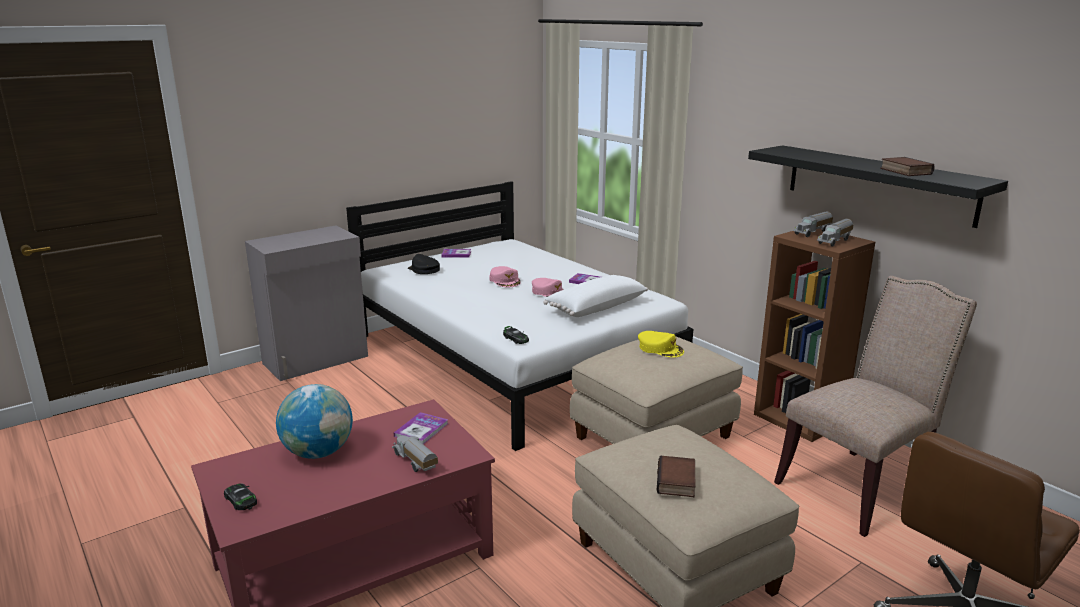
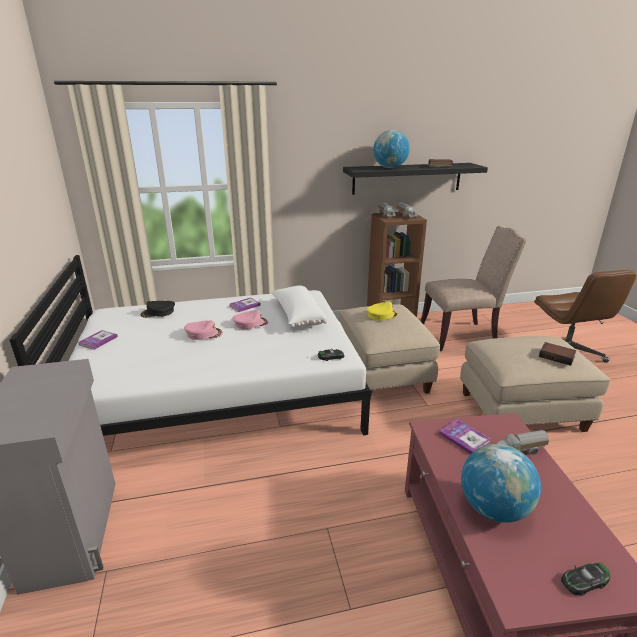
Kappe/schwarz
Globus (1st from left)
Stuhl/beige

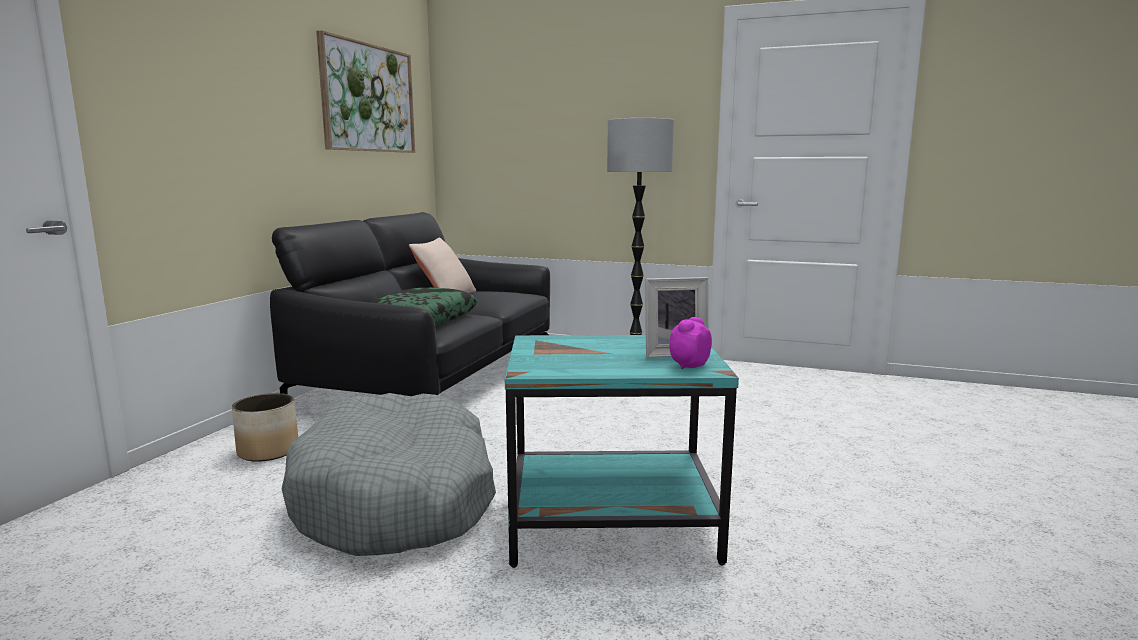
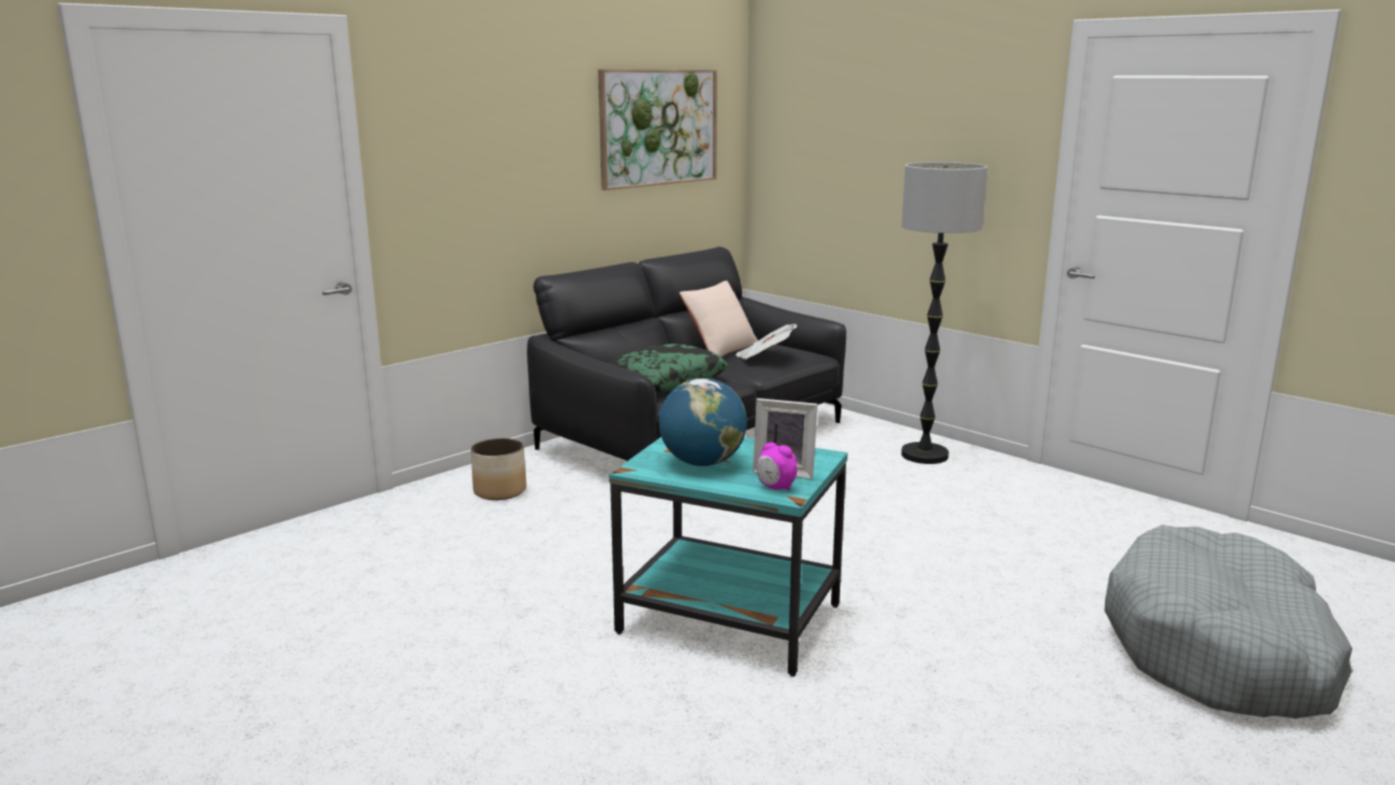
Globus
Zeitung
Wecker
Hundebett/grau

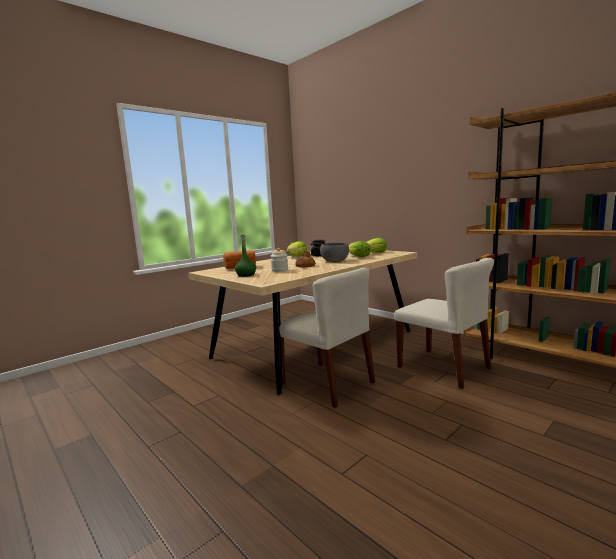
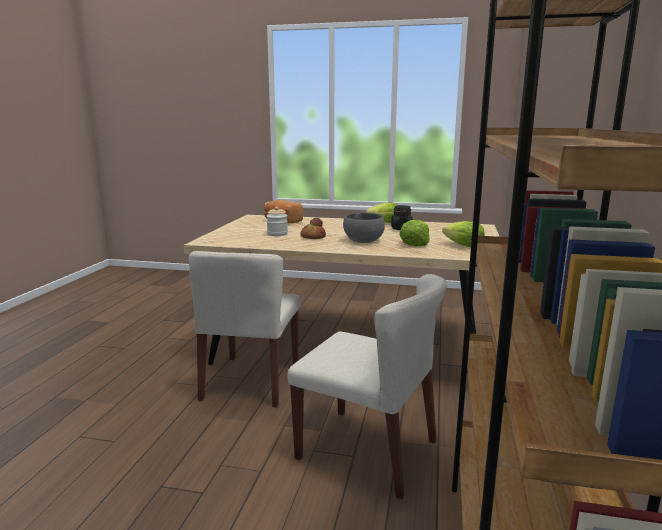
Stuhl/beige (2nd from left)
Flasche/grün

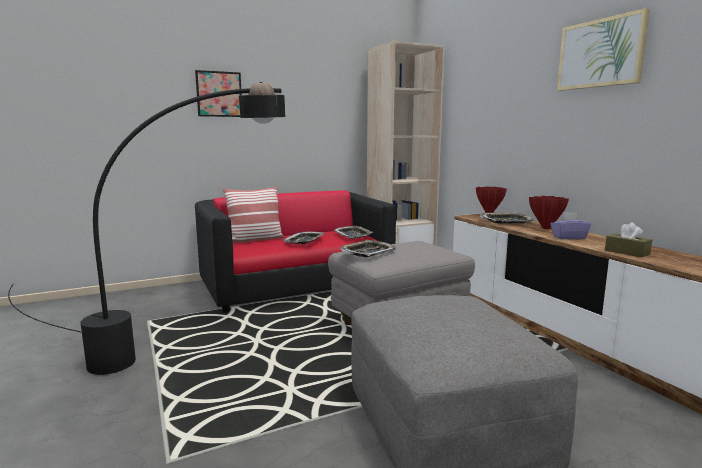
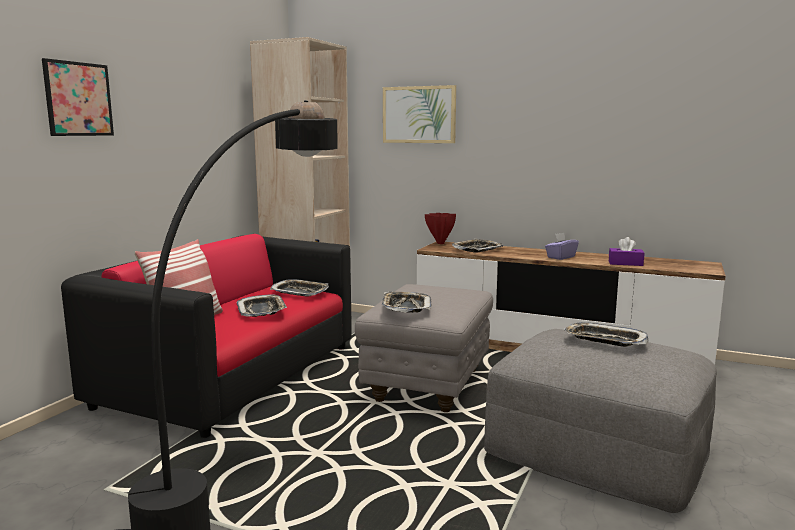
Bild (2nd from left)
Tablett (5th from left)
Taschentuchbox/lila (2nd from left)
Vase/rot (2nd from left in the first image)

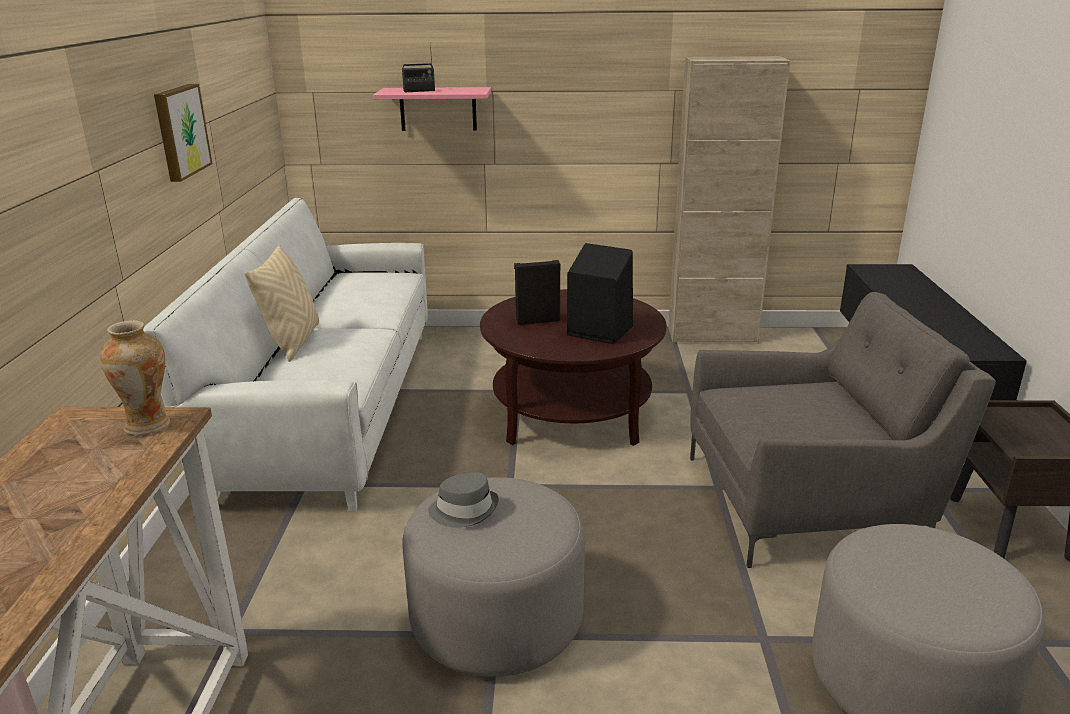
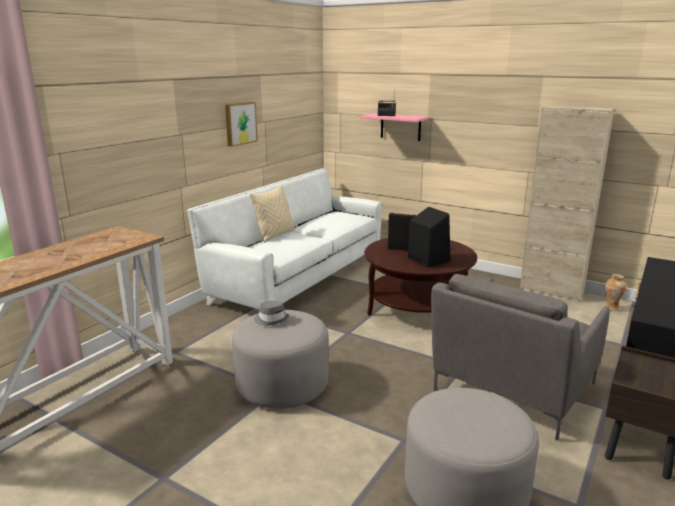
Sessel/grau
Vase

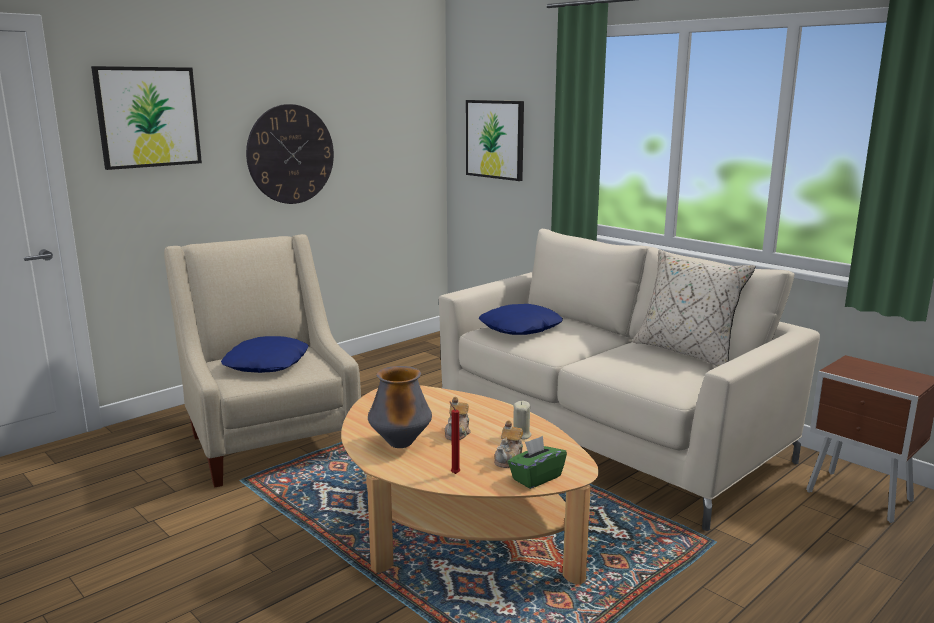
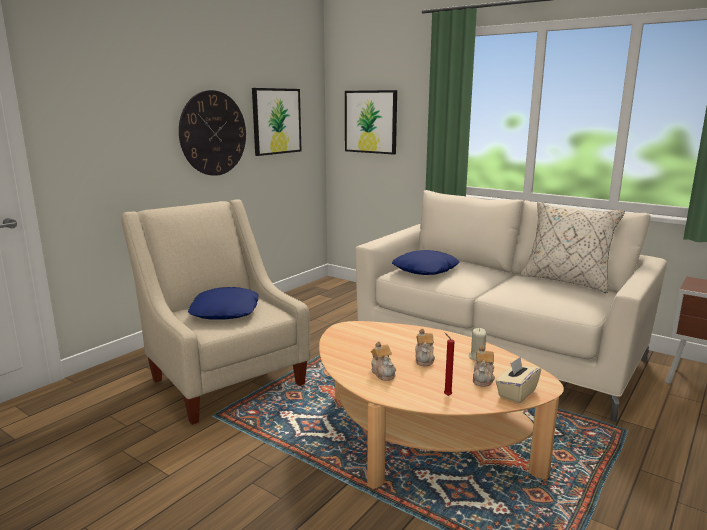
Bild (1st from left)
Teekanne (1st from left)
Taschentuchbox/beige

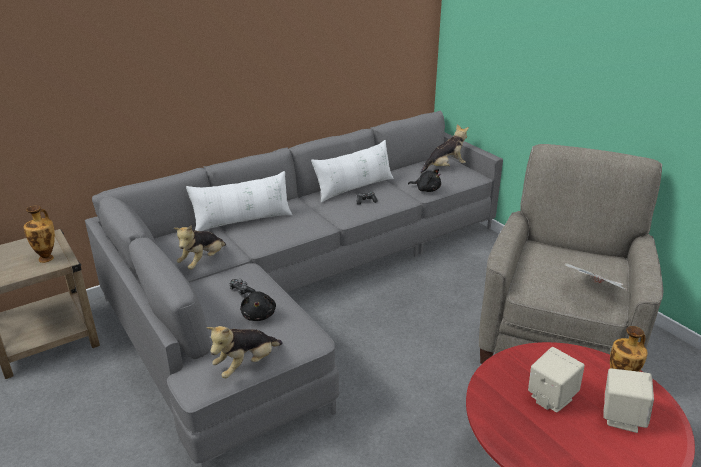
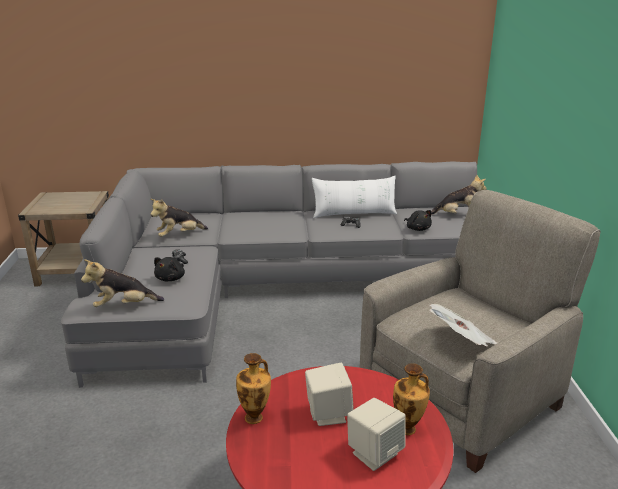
Vase (1st from left)
Kissen/weiß (1st from left in the first image)

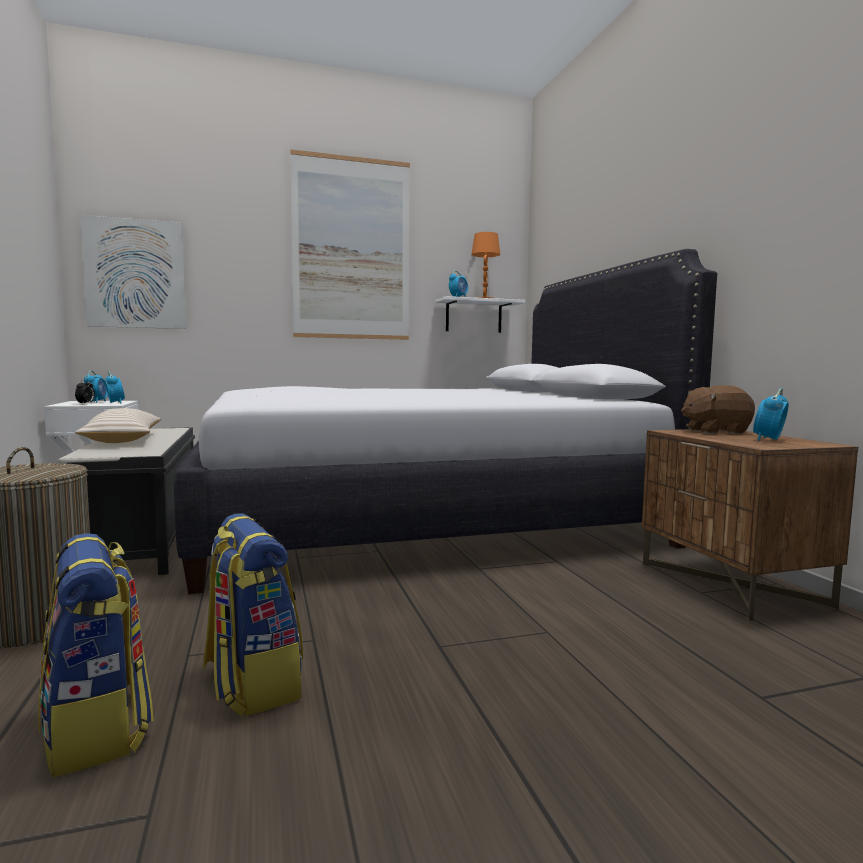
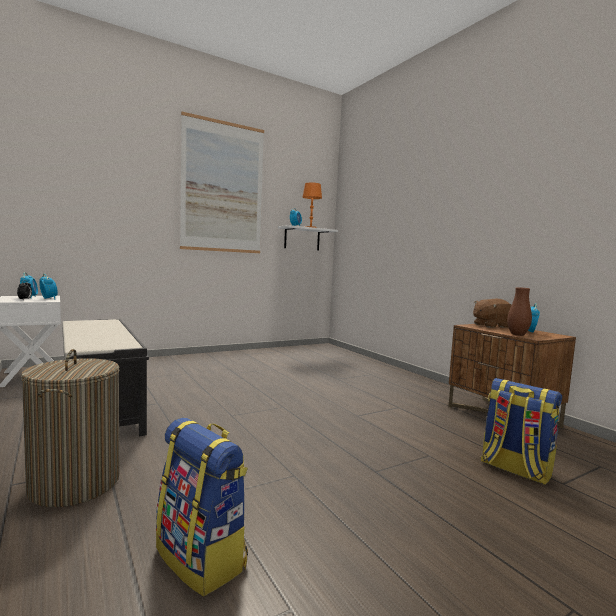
Rucksack (2nd from left)
Vase/braun
Kissen/beige
Bild (1st from left in the first image)
Bett/weiß

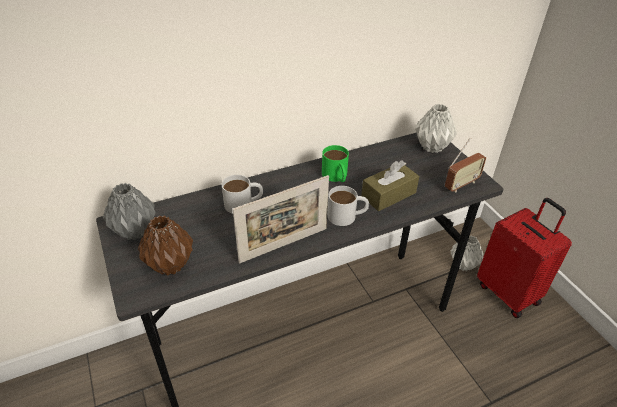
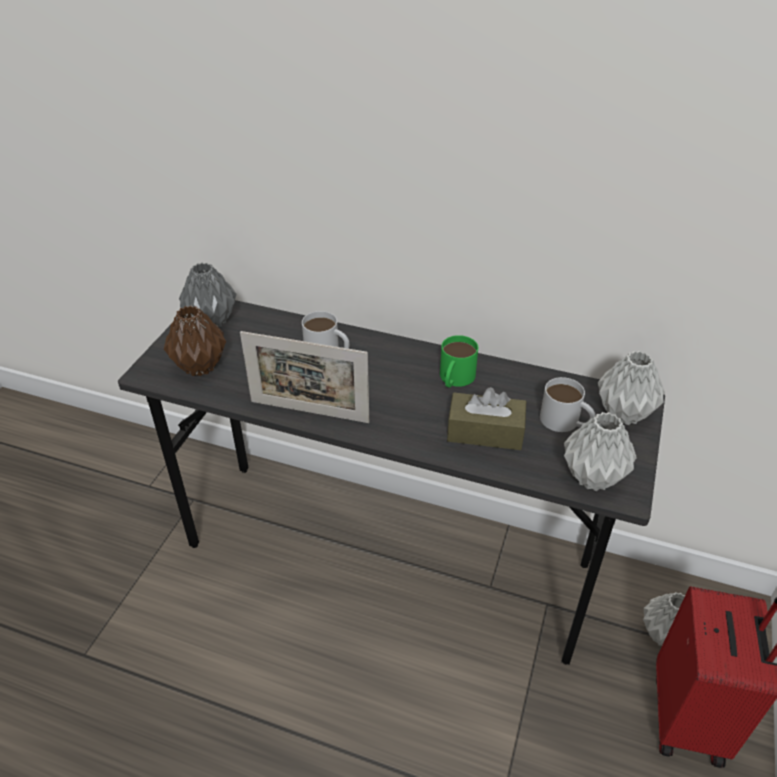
Henkelbecher/weiß (2nd from left)
Vase/grau (2nd from left)

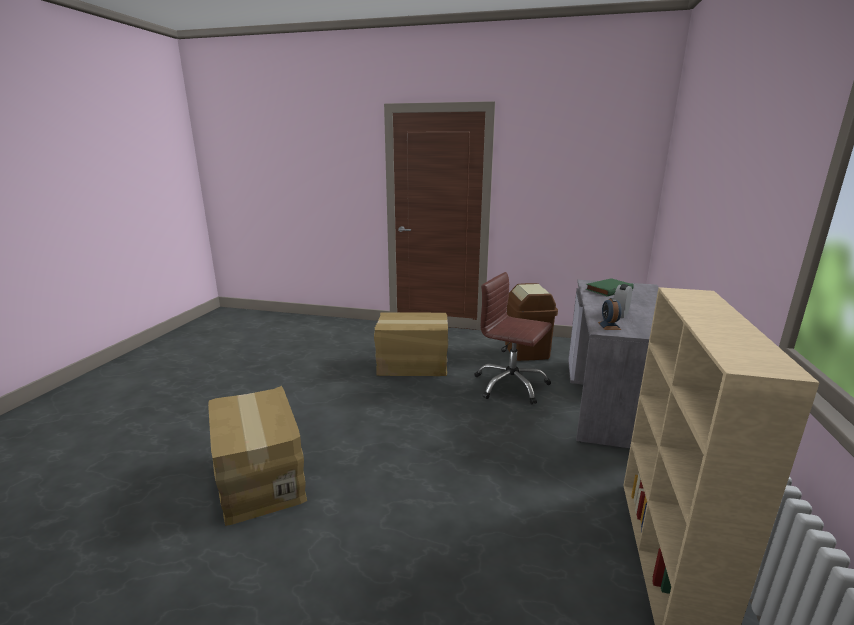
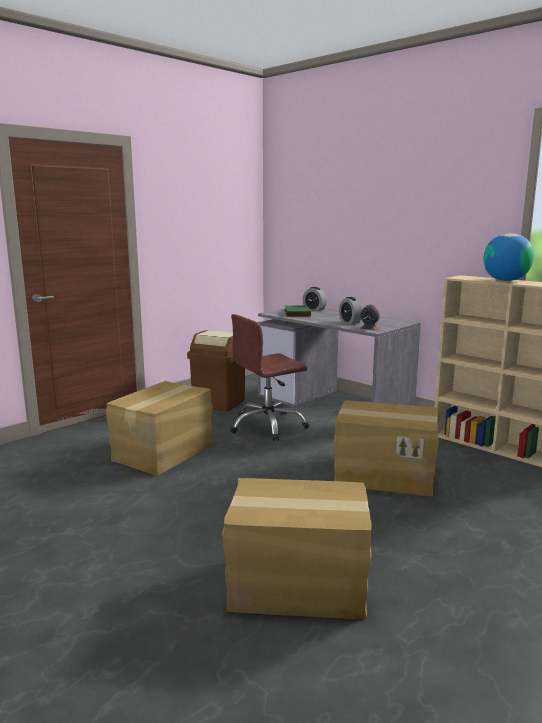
Wecker (1st from left)
Karton (3rd from left)
Globus

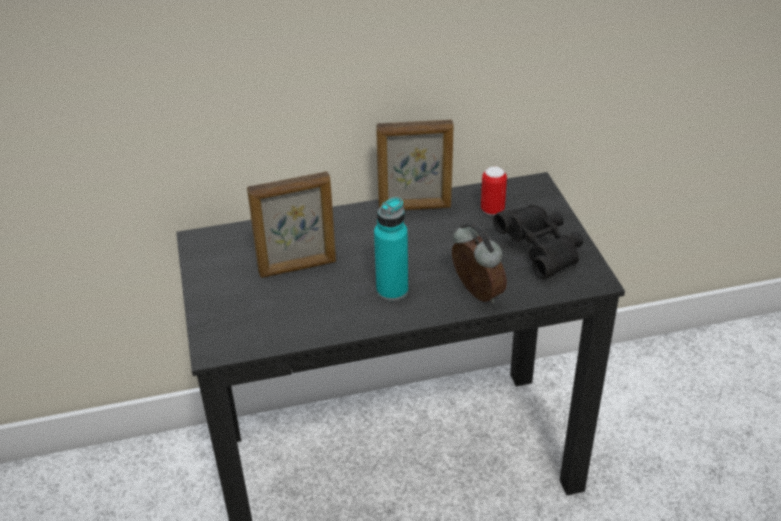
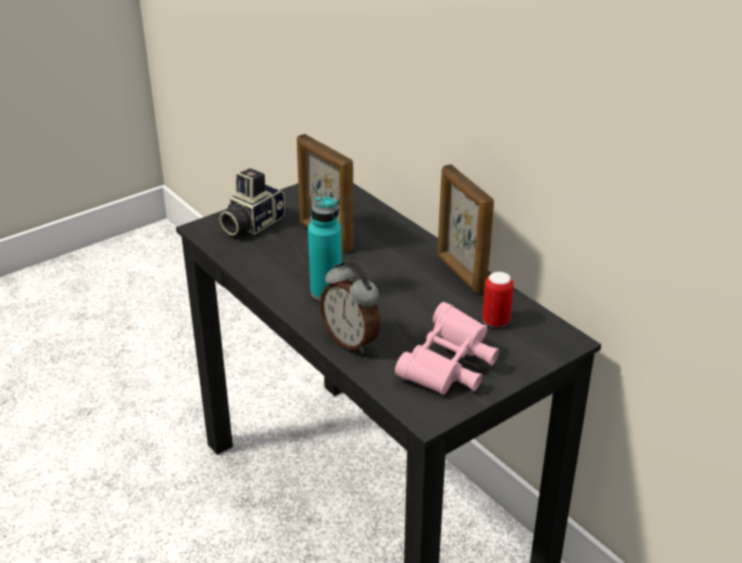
Kamera
Wecker
Fernglas/rosa

